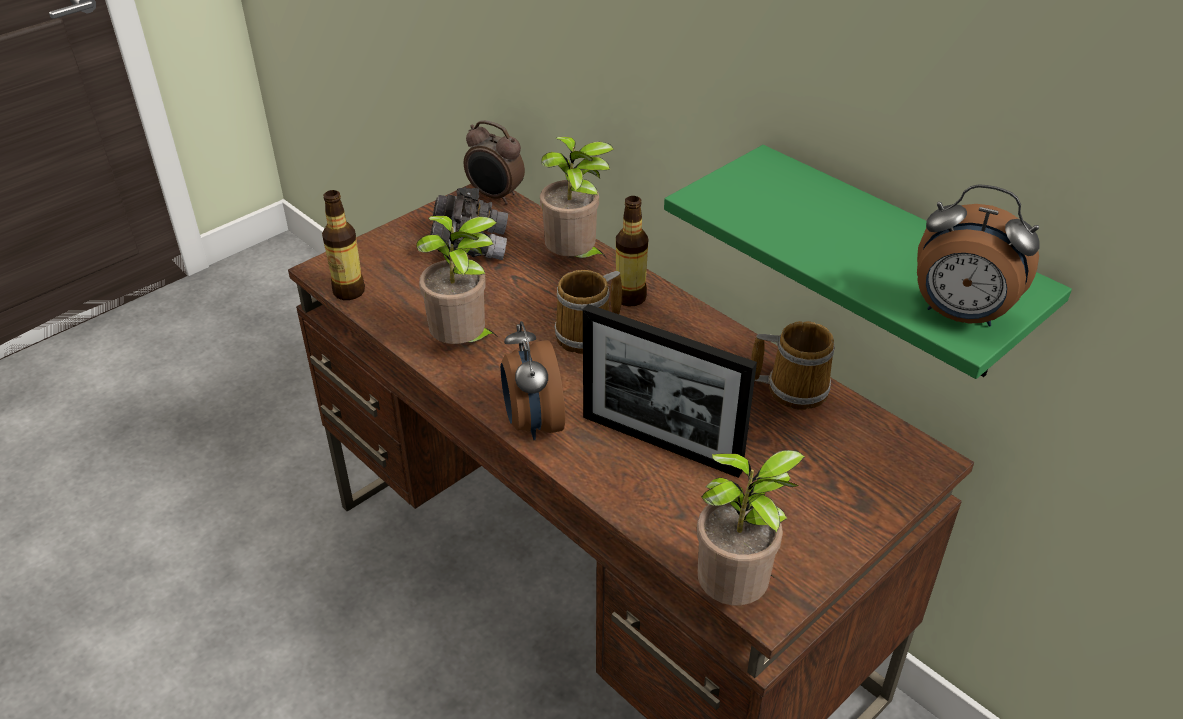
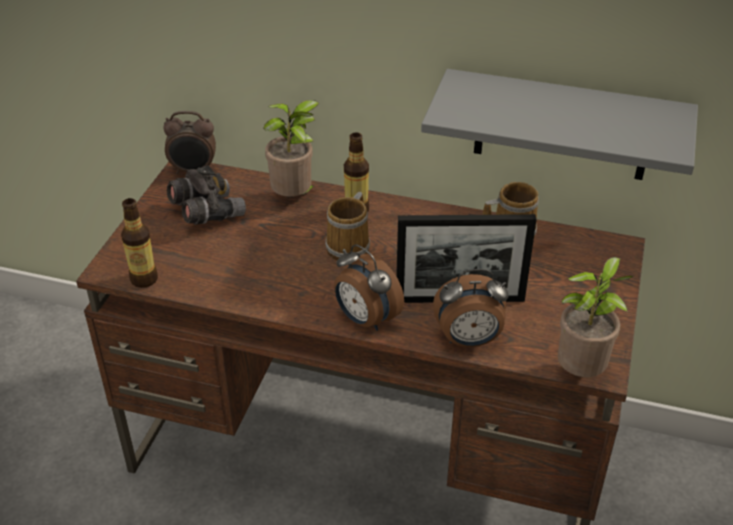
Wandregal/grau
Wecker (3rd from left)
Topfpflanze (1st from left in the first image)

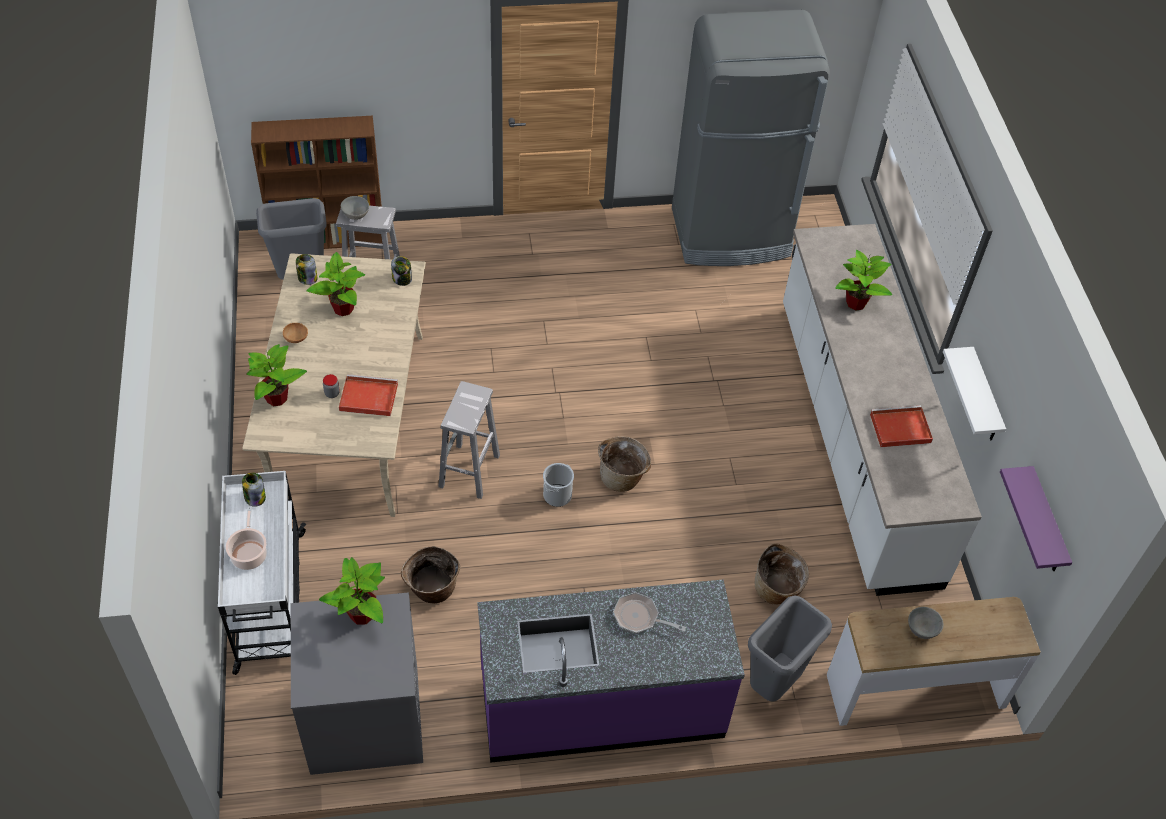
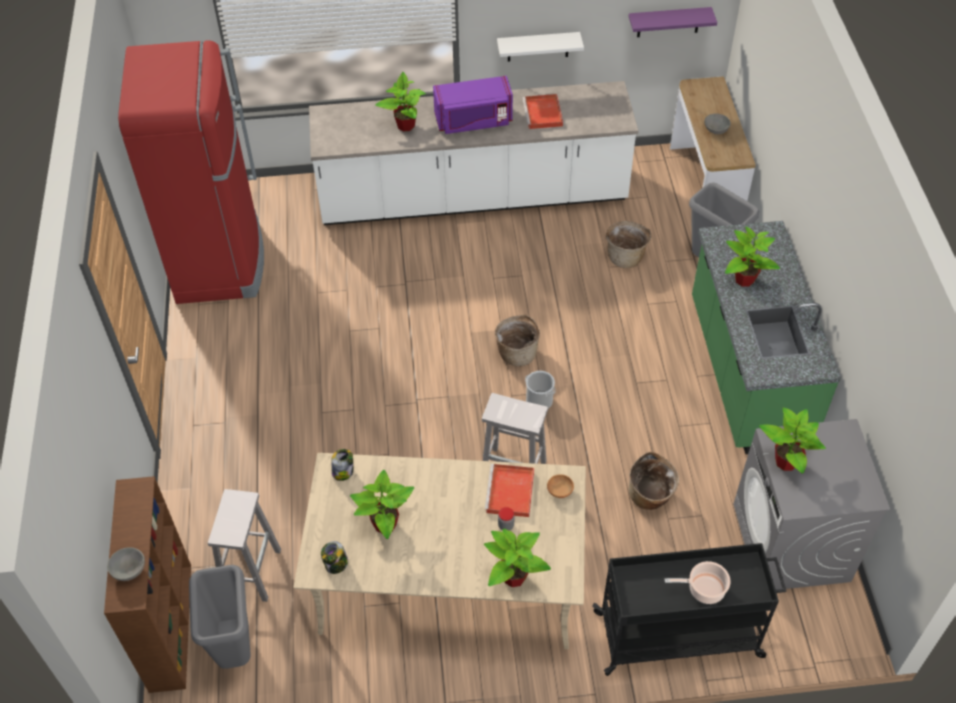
Schüssel/grau (1st from left)
Kühlschrank/rot
Mikrowelle/lila
Schüssel/braun
Rollwagen/schwarz
Küchenzeile/grün
Topfpflanze (4th from left)
Vorratsglas (1st from left in the first image)

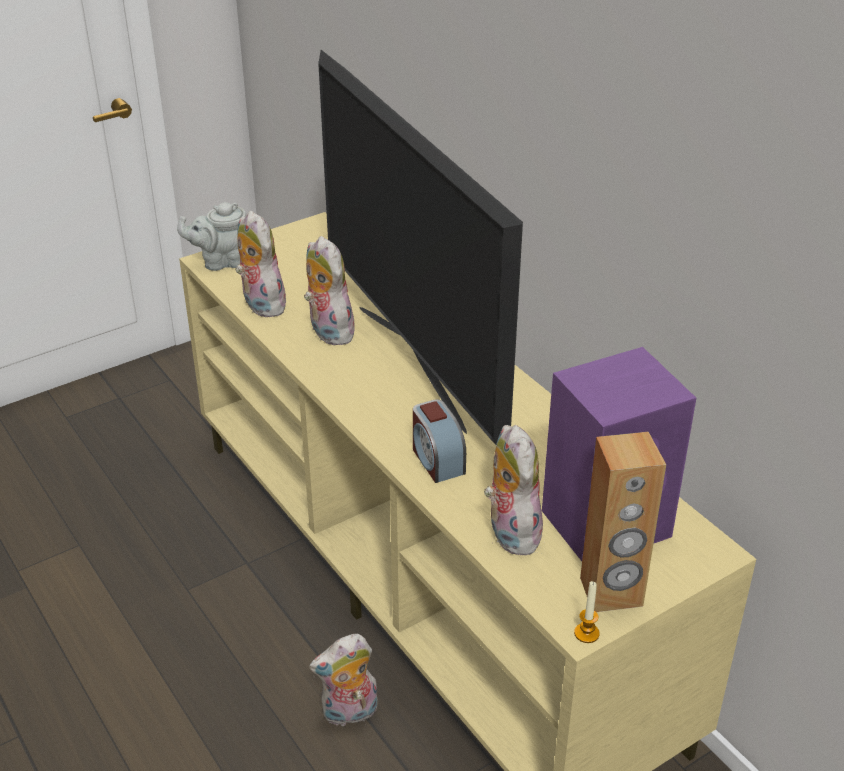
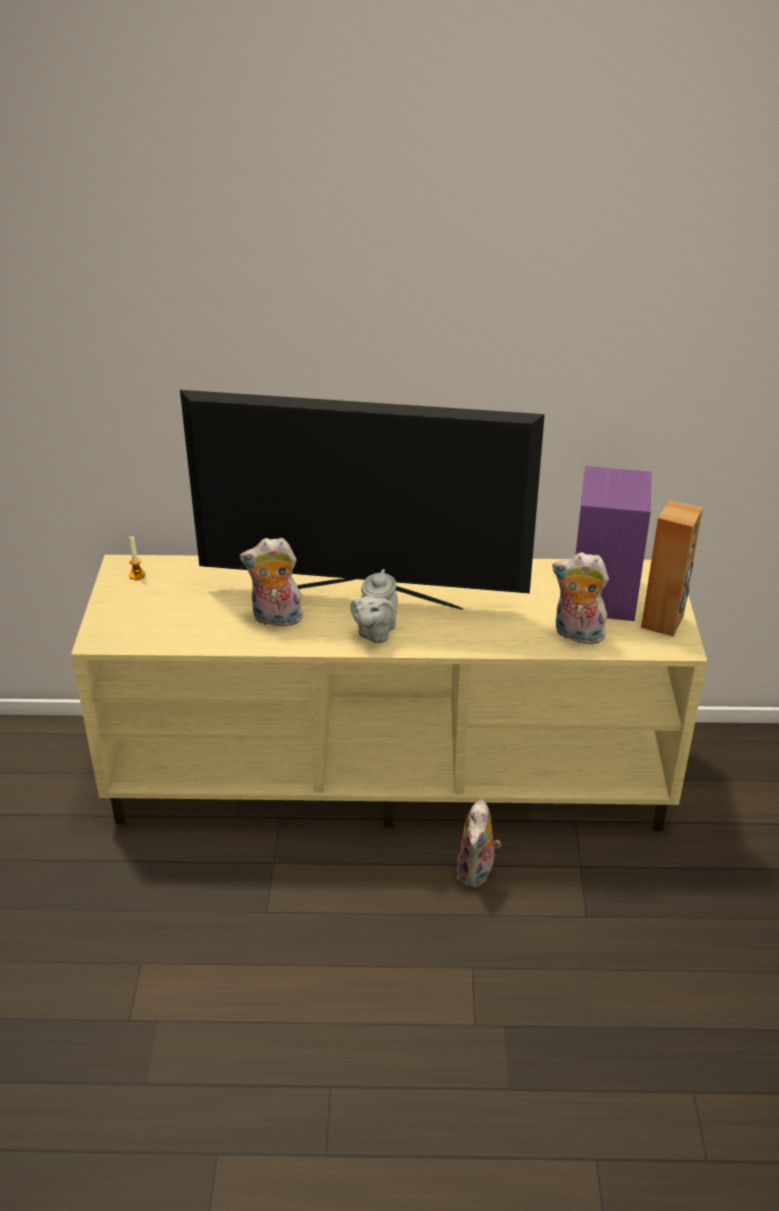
Kerze
Teekanne/grau
Plüschtier (1st from left in the first image)
Wecker

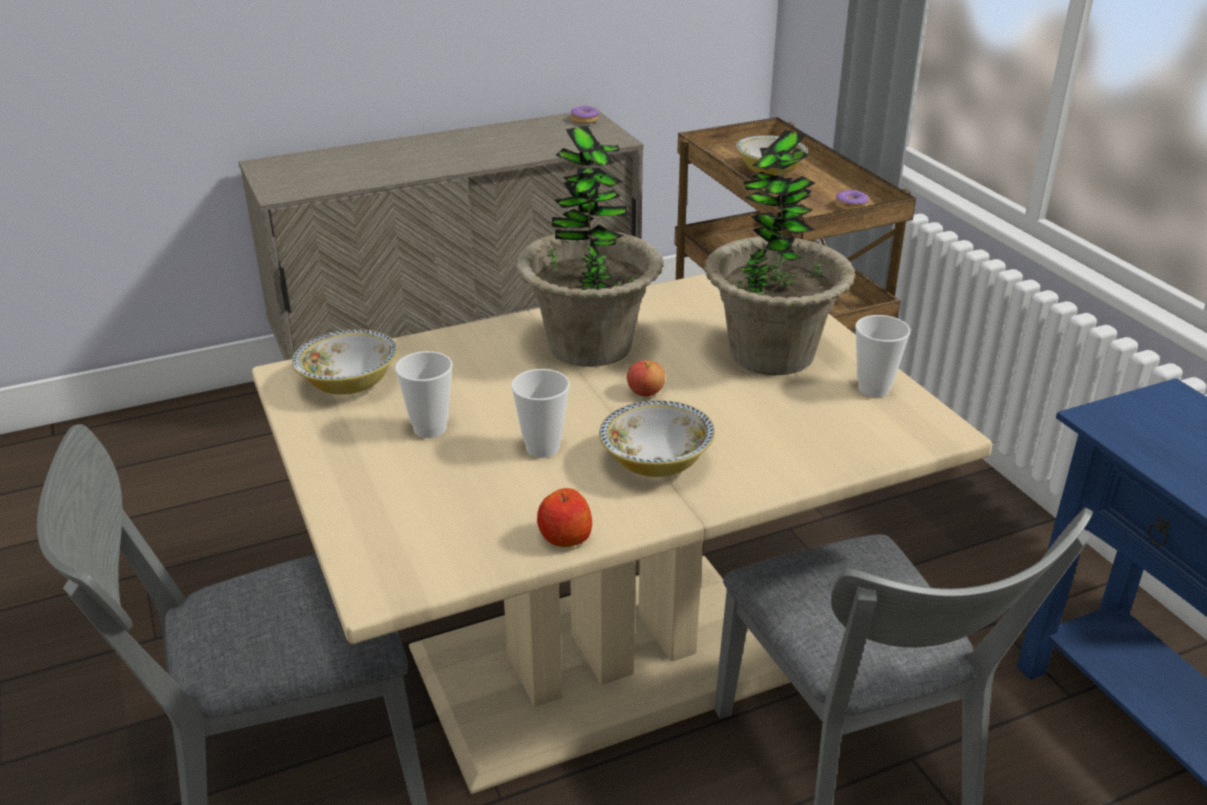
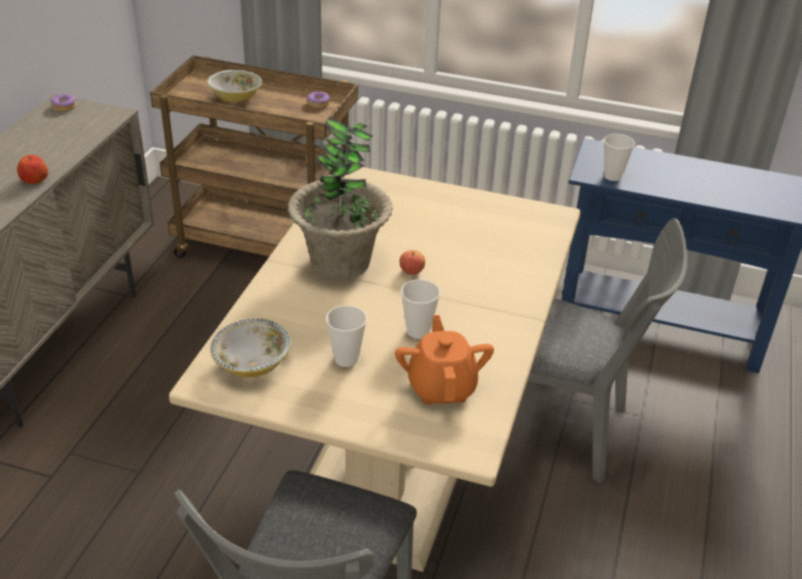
Apfel (1st from left)
Teekanne/orange
Tasse (3rd from left)
Schüssel (2nd from left in the first image)
Topfpflanze (2nd from left in the first image)

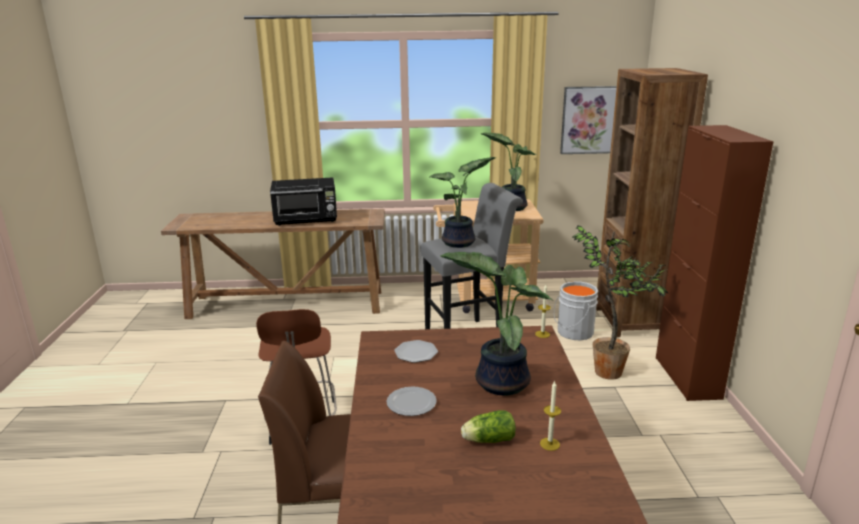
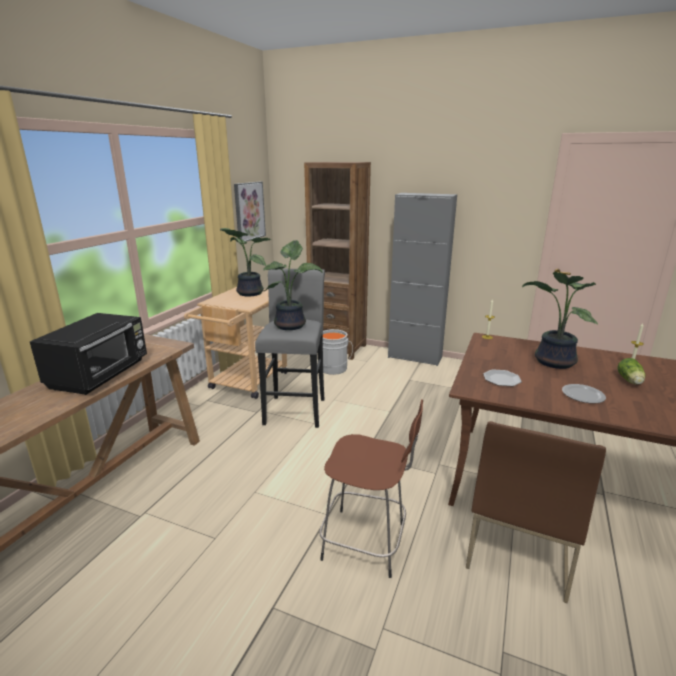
Schrank/grau
Topfpflanze (4th from left in the first image)

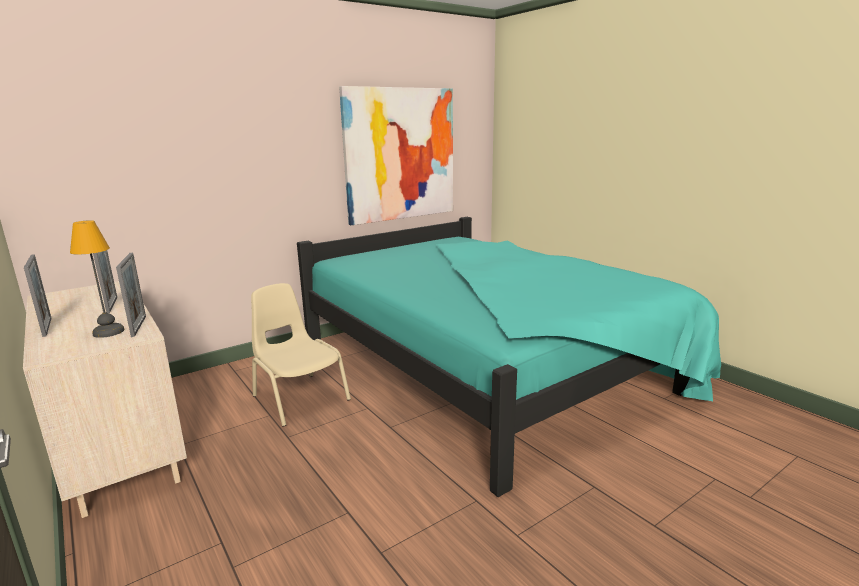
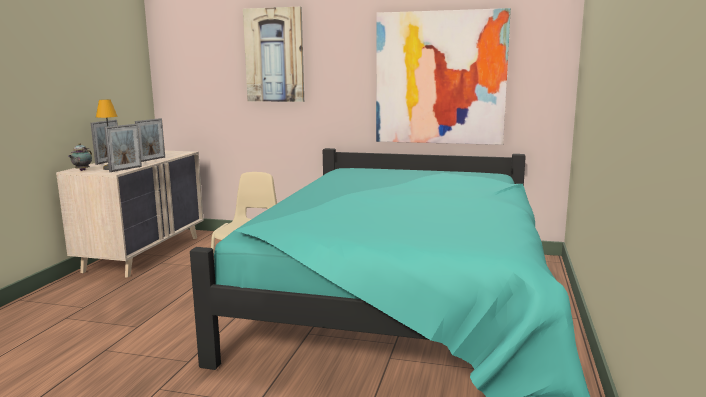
Teekanne
Bild (1st from left)

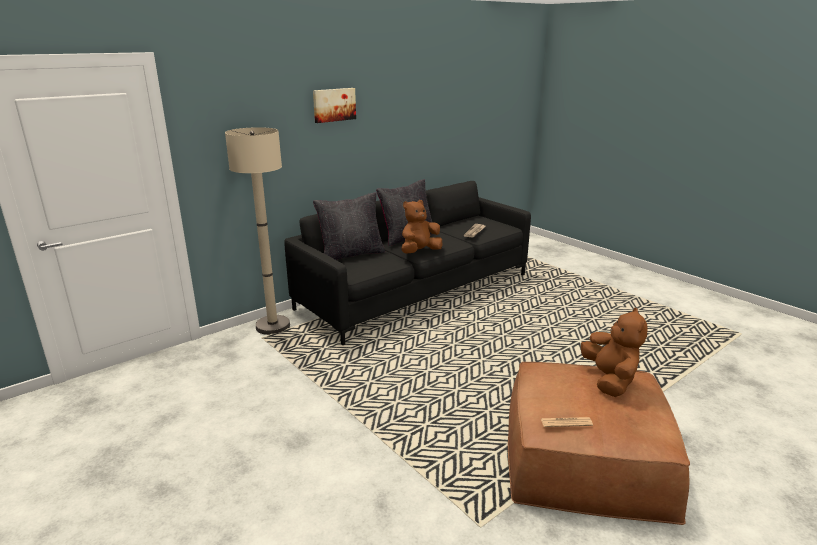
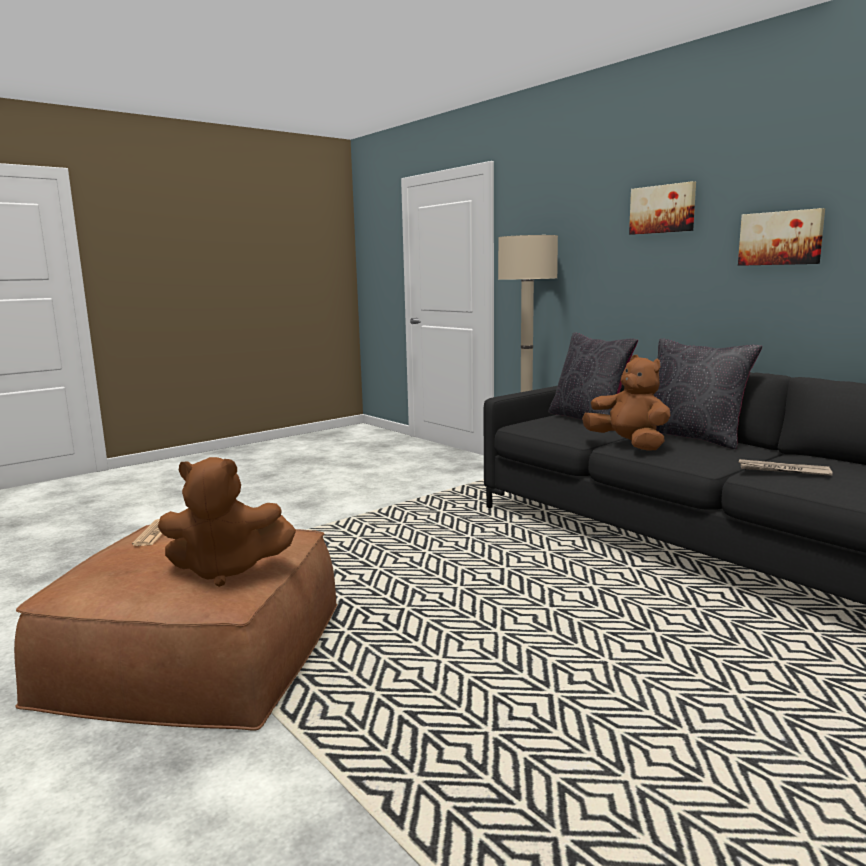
Bild (2nd from left)

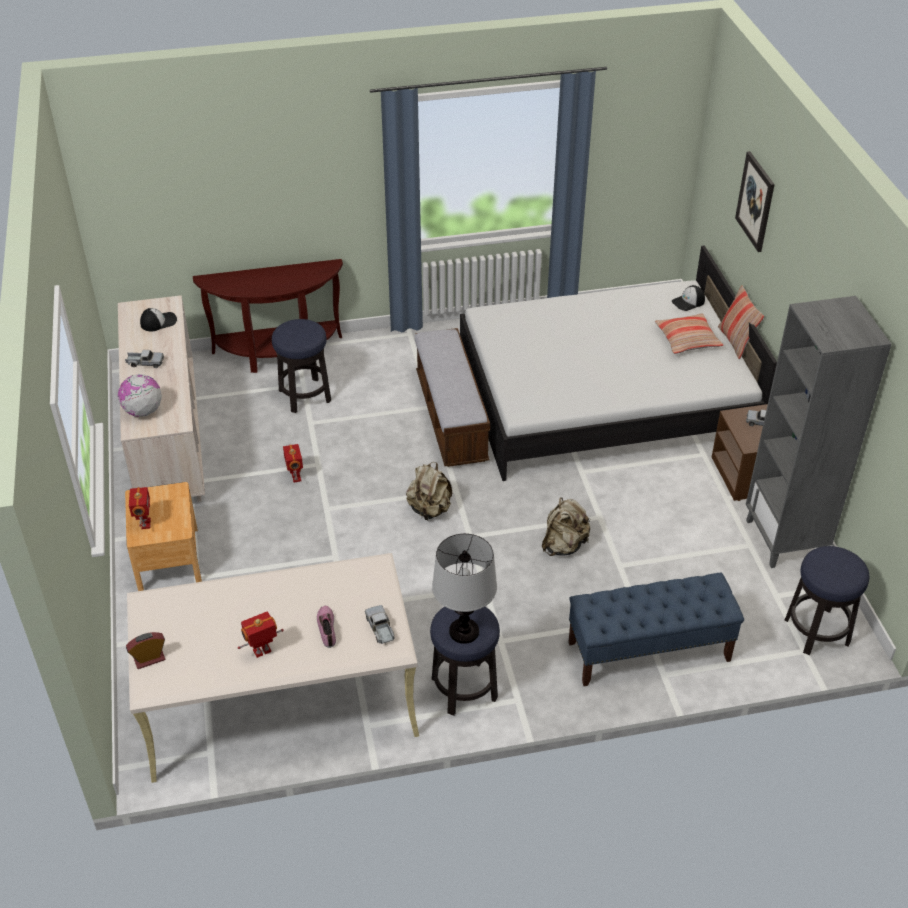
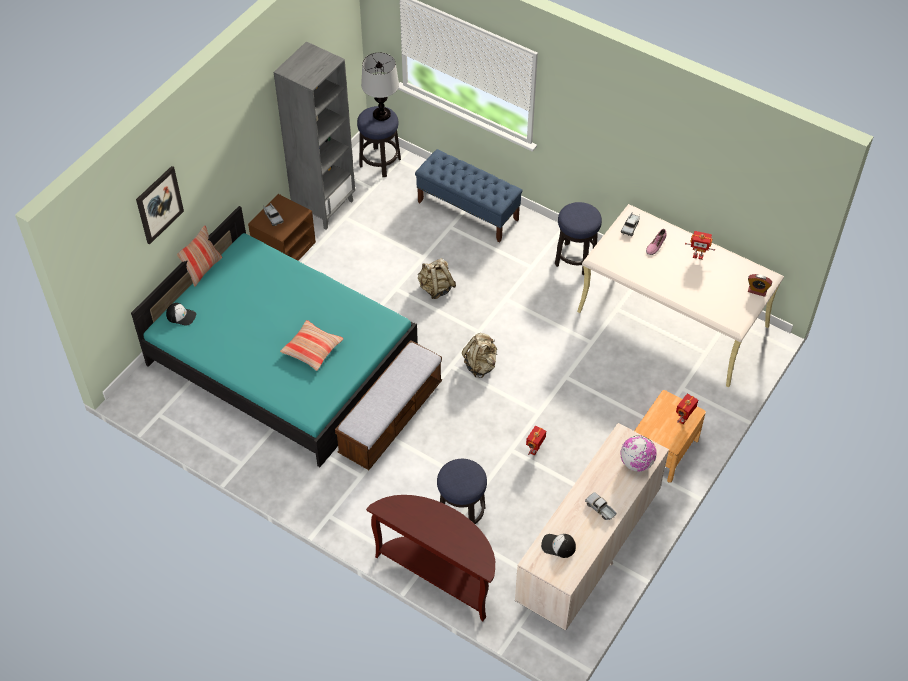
Bett/türkis
Kissen (2nd from left)
Tischlampe

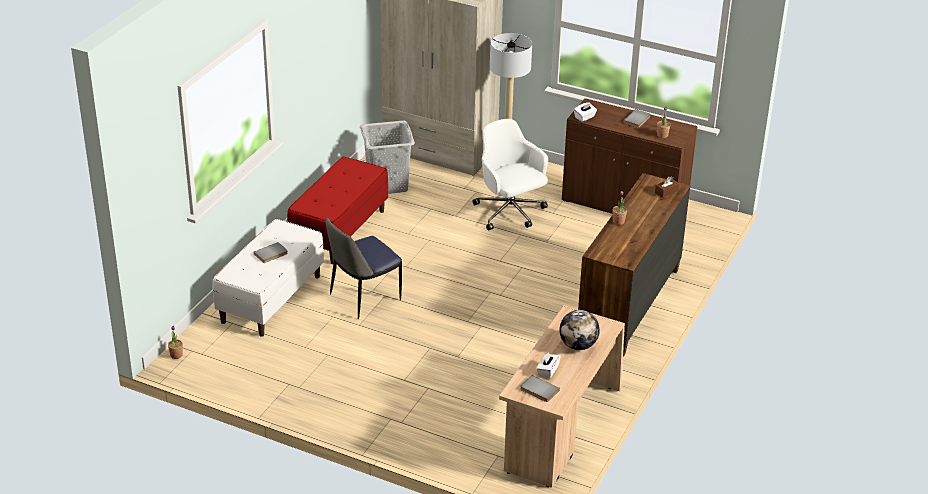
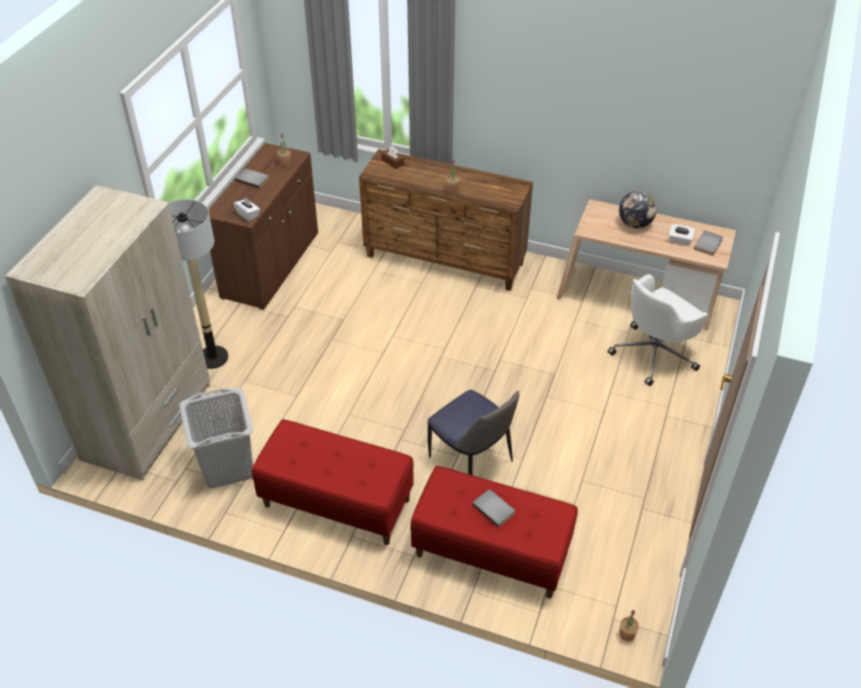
Bank/rot (2nd from left)
Bürostuhl/weiß

